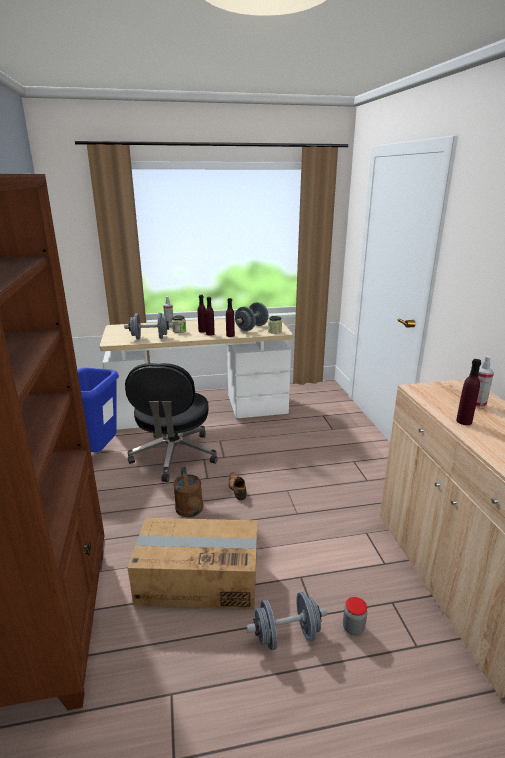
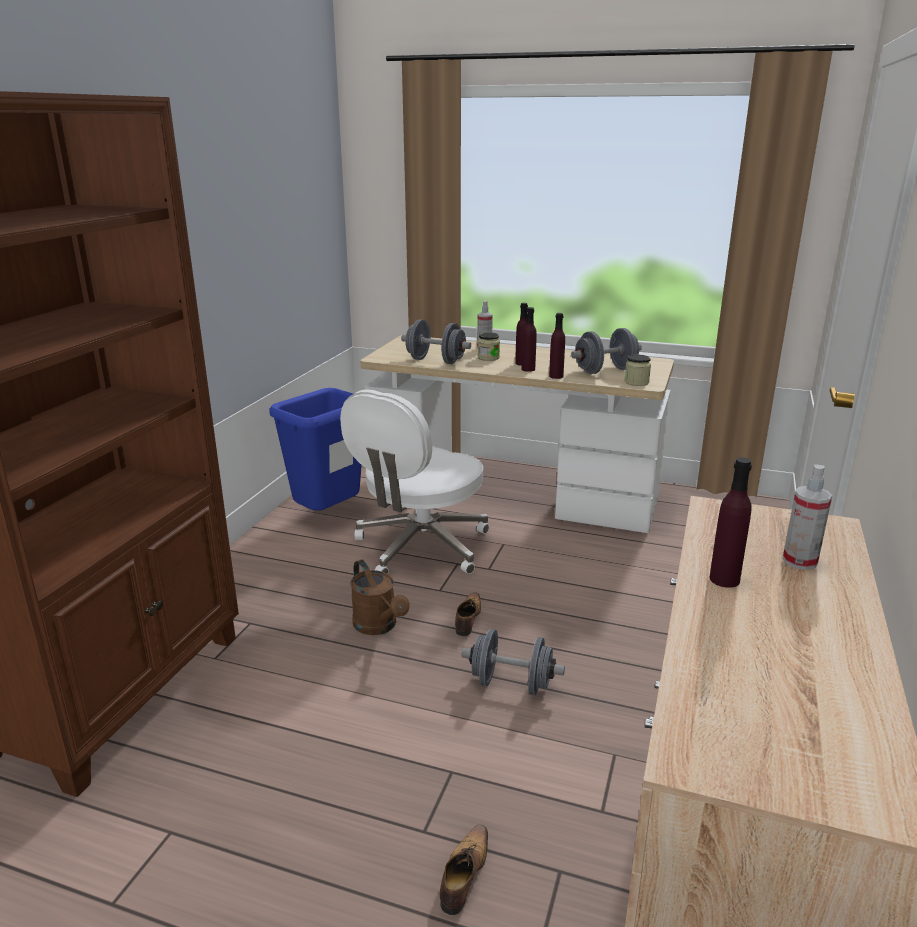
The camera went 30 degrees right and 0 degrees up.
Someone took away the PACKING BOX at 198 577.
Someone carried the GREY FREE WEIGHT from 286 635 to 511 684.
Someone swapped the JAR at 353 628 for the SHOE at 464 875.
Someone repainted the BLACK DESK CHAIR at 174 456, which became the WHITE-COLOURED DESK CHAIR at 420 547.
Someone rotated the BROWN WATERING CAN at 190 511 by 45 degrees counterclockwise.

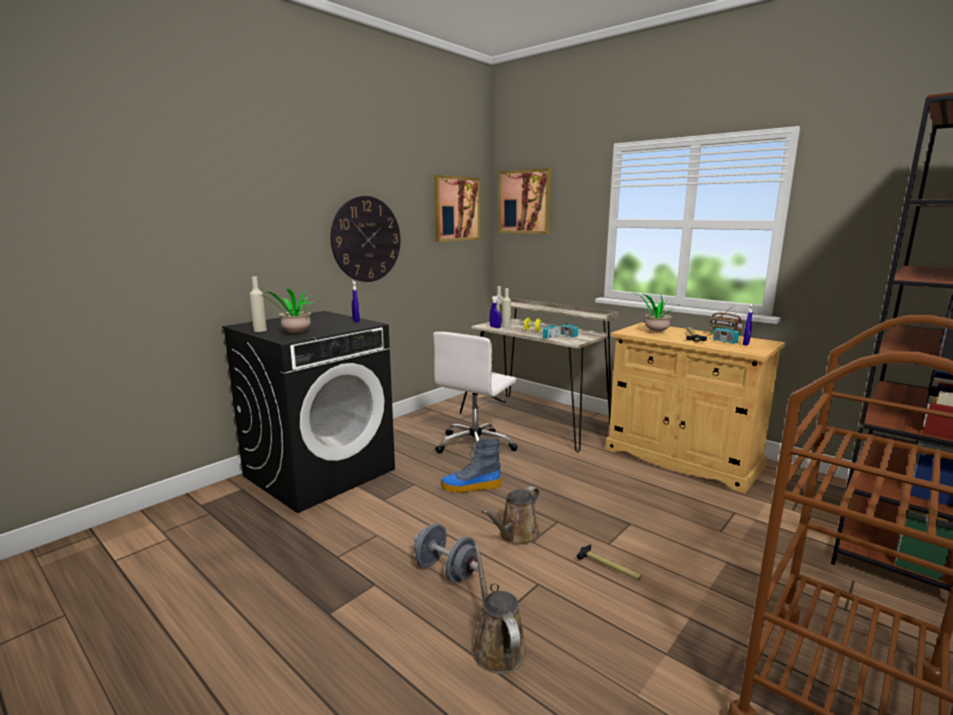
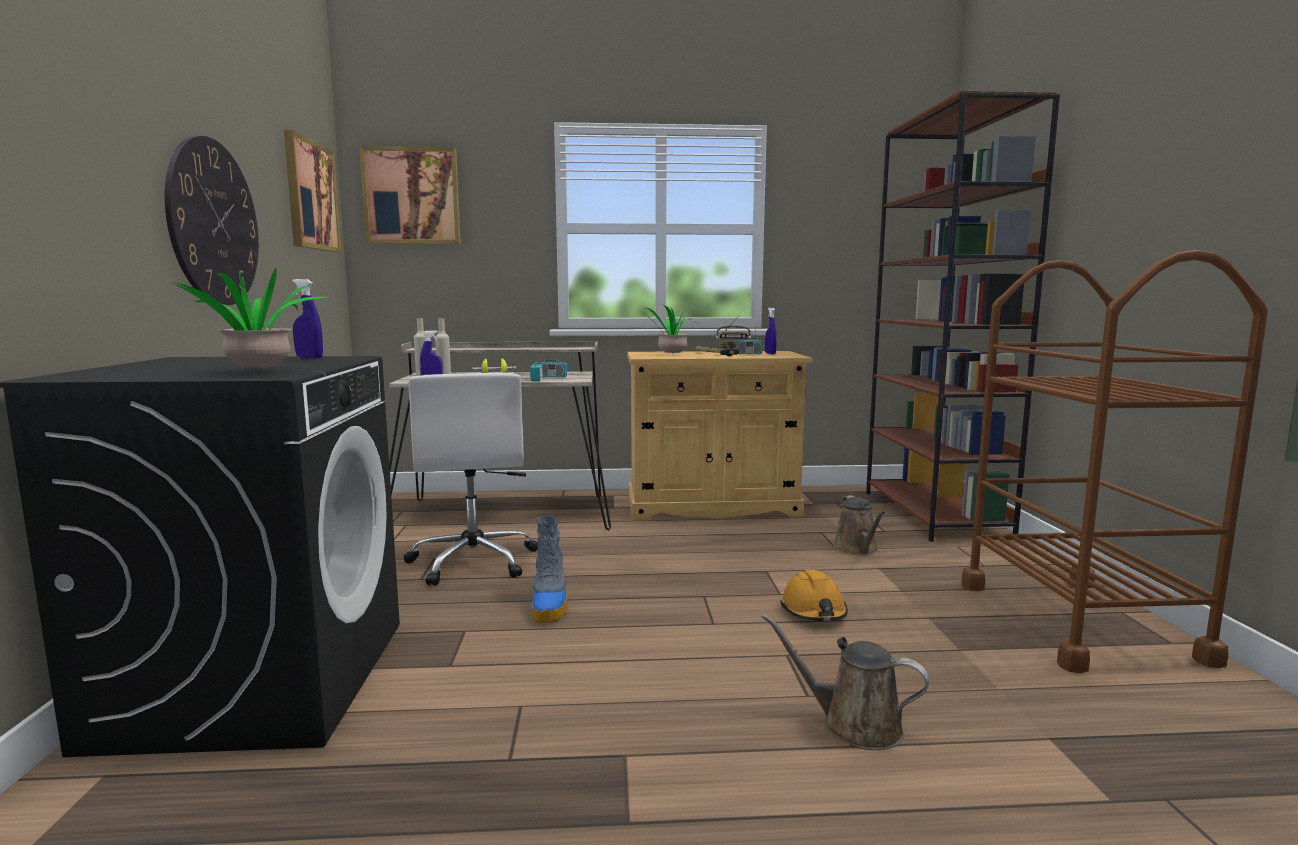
The camera went 45 degrees left and 5 degrees down.
Someone took away the BEIGE-COLOURED BOTTLE at 260 330.
Someone took away the GREY FREE WEIGHT at 446 571.
Someone carried the BROWN WATERING CAN from 516 535 to 857 549.
Someone swapped the HAND HAMMER at 609 567 for the ORANGE SAFETY HELMET at 814 611.
Someone rotated the TALL BOOT at 470 487 by 45 degrees counterclockwise.

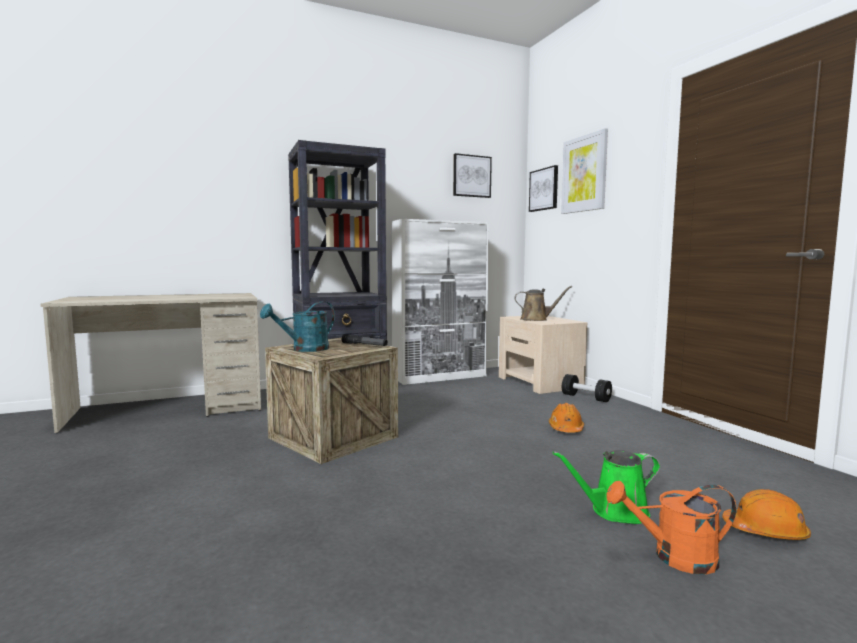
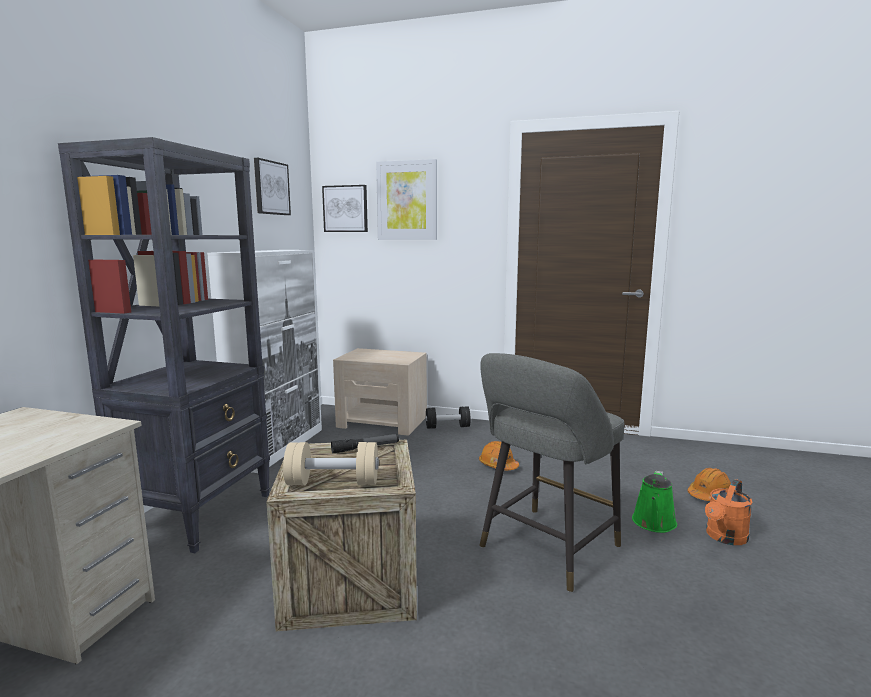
The camera went 50 degrees left and 5 degrees up.
Someone took away the BROWN WATERING CAN at 536 319.
Someone put down the GREY STOOL SEAT at 545 550.
Someone swapped the TURQUOISE WATERING CAN at 304 349 for the BEIGE-COLOURED FREE WEIGHT at 333 483.

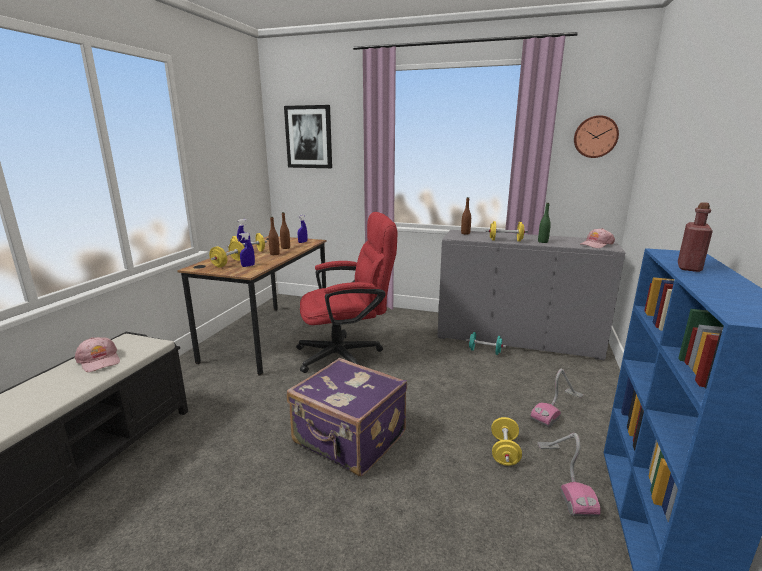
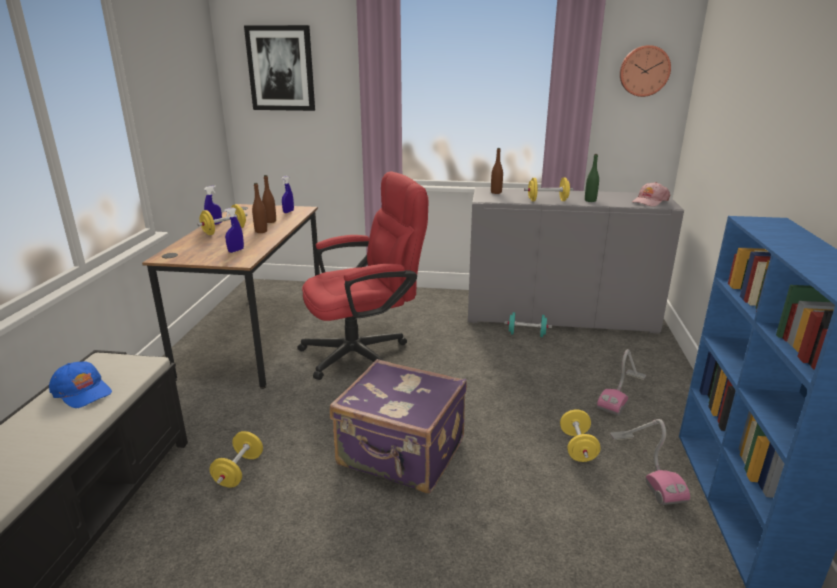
The camera went 10 degrees left and 5 degrees up.
Someone took away the RED-COLOURED BOTTLE at 689 267.
Someone carried the YELLOW-COLOURED FREE WEIGHT from 229 263 to 239 471.
Someone repainted the PINK CAP at 99 360, which became the BLUISH CAP at 82 391.

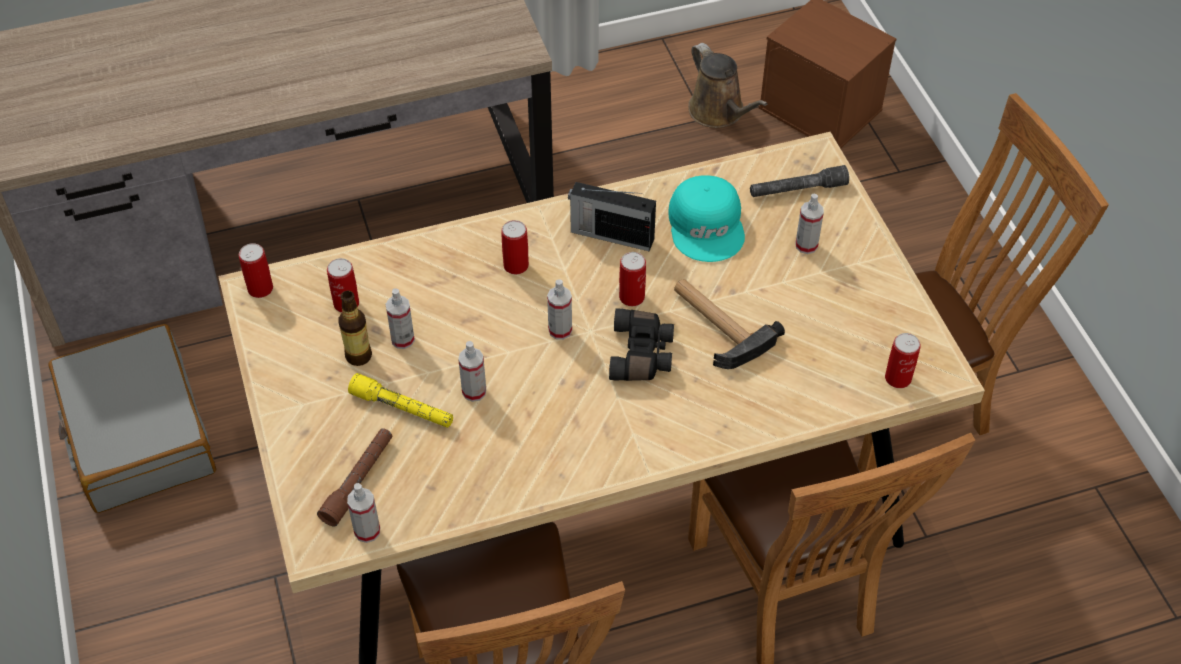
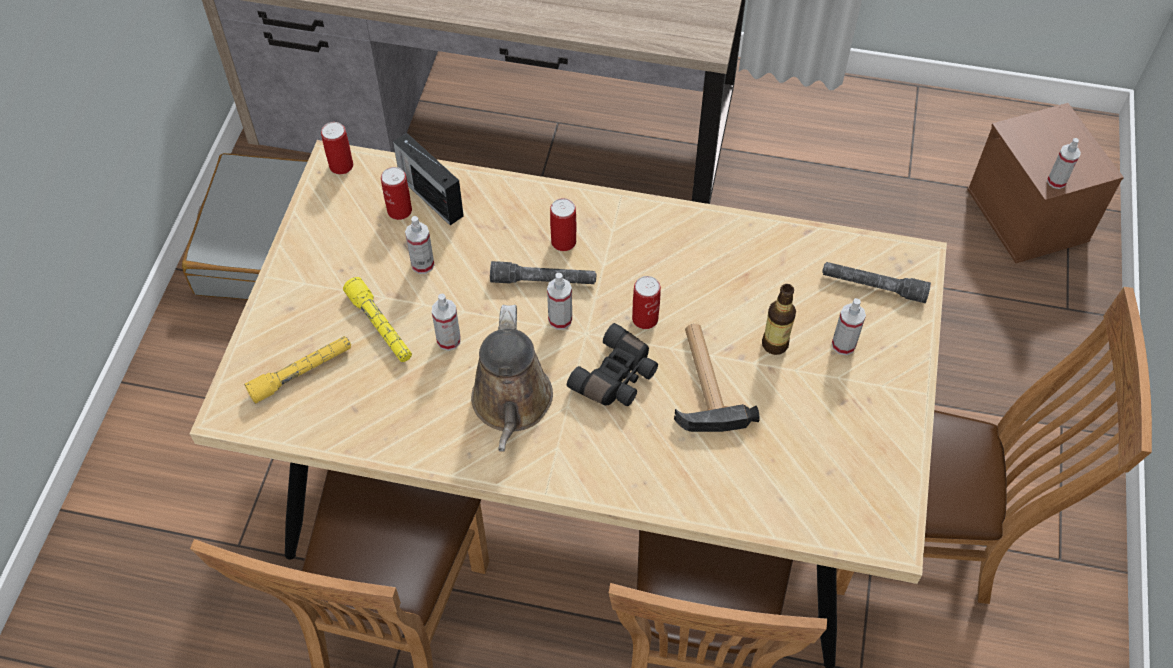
The camera went 30 degrees right and 5 degrees up.
Someone took away the TURQUOISE CAP at 707 225.
Someone took away the SEALED CAN at 898 378.
Someone put down the GREY HAND TORCH at 543 280.
Someone carried the BOTTLE from 358 356 to 775 344.
Someone carried the SPRAYER from 367 531 to 1056 181.
Someone carried the RADIO from 610 235 to 430 195.
Someone carried the BROWN WATERING CAN from 719 112 to 512 405.
Someone repainted the BROWN HAND TORCH at 359 480, which became the YELLOW-COLOURED HAND TORCH at 302 373.

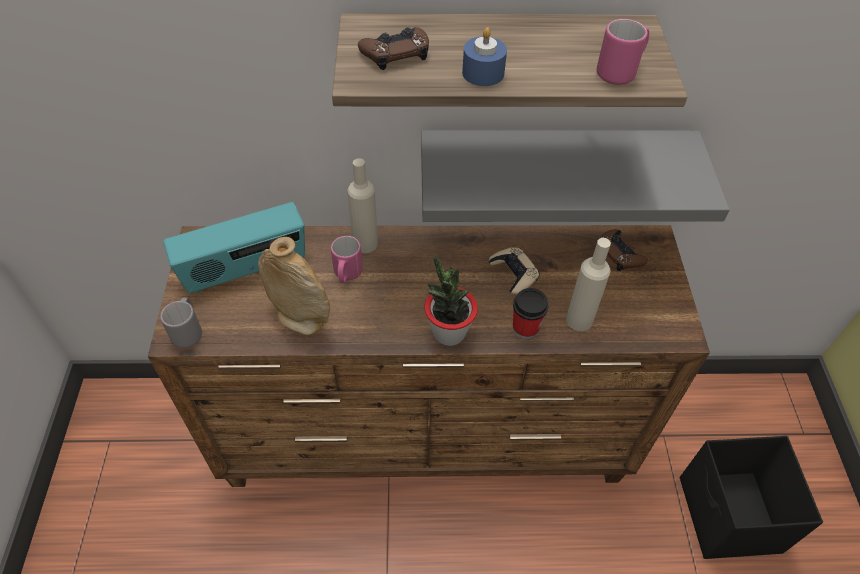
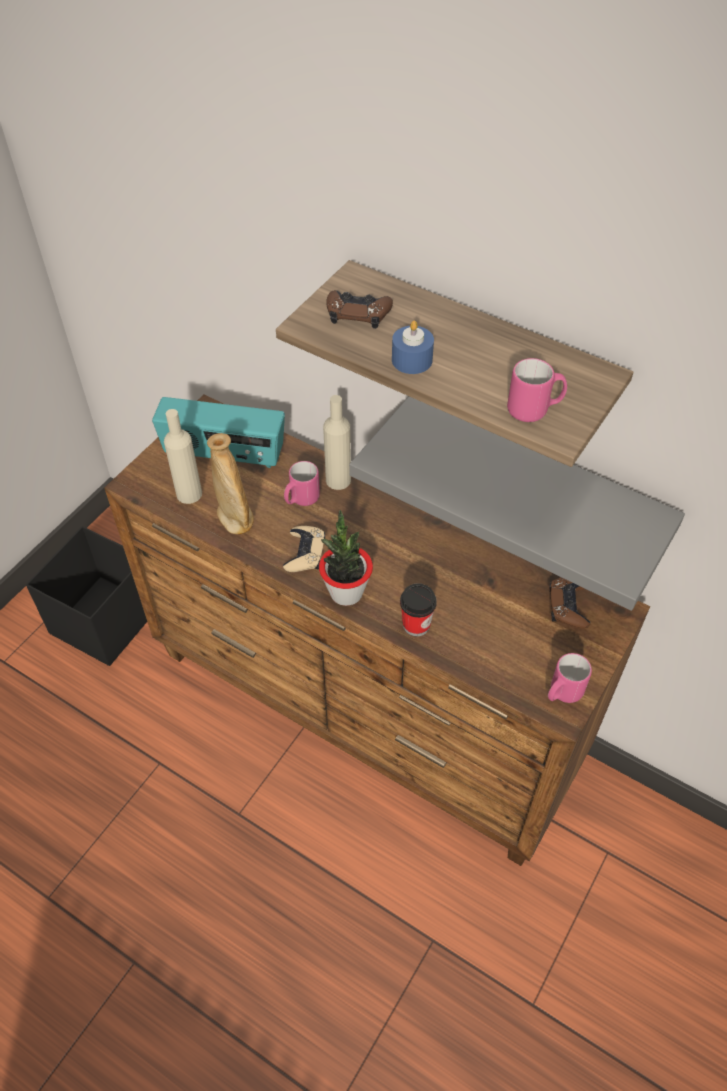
The camera went 35 degrees right and 0 degrees up.
Someone took away the GREY COFFEE MUG at 188 331.
Someone put down the PINK COFFEE MUG at 562 693.
Someone carried the BEIGE-COLOURED GAME CONTROLLER from 513 273 to 305 553.
Someone carried the BEIGE-COLOURED BOTTLE from 579 320 to 189 494.
Someone carried the BLACK STORAGE BOX from 728 516 to 103 621.

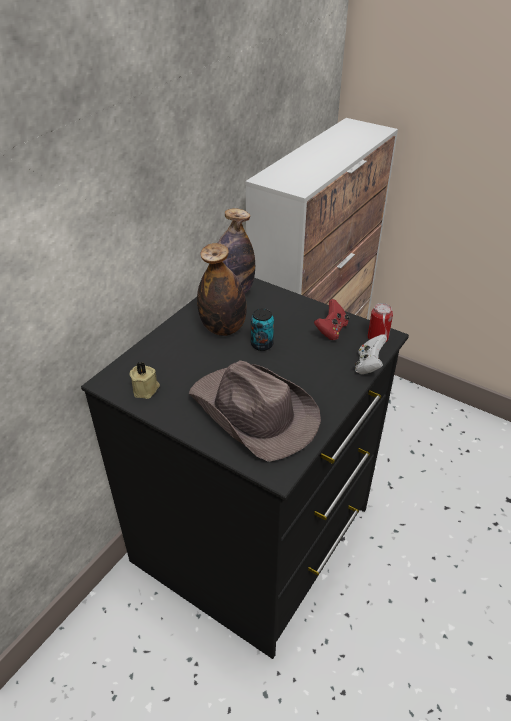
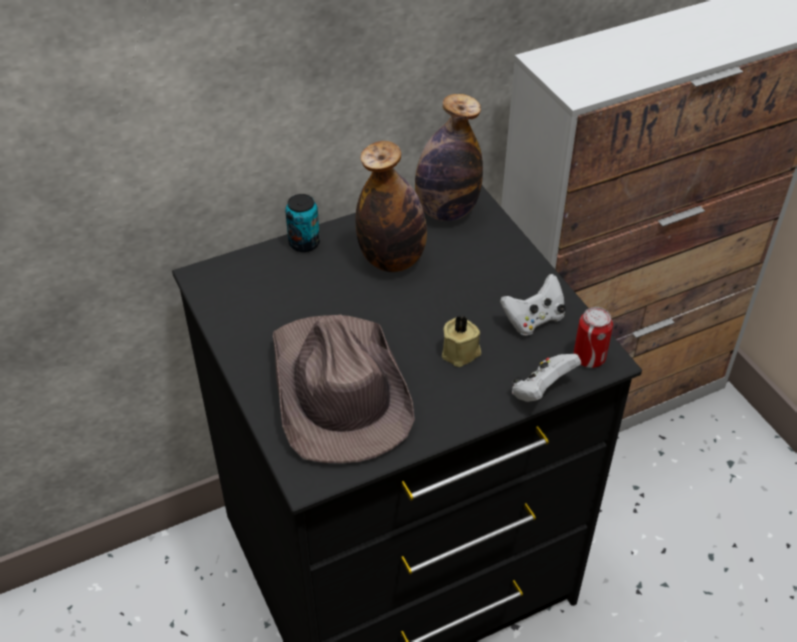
The camera went 30 degrees right and 5 degrees up.
Someone carried the BEIGE-COLOURED CANDLE from 146 389 to 461 353.
Someone carried the SEALED CAN from 262 344 to 304 243.
Someone repainted the RED-COLOURED GAME CONTROLLER at 331 330, which became the WHITE-COLOURED GAME CONTROLLER at 533 319.

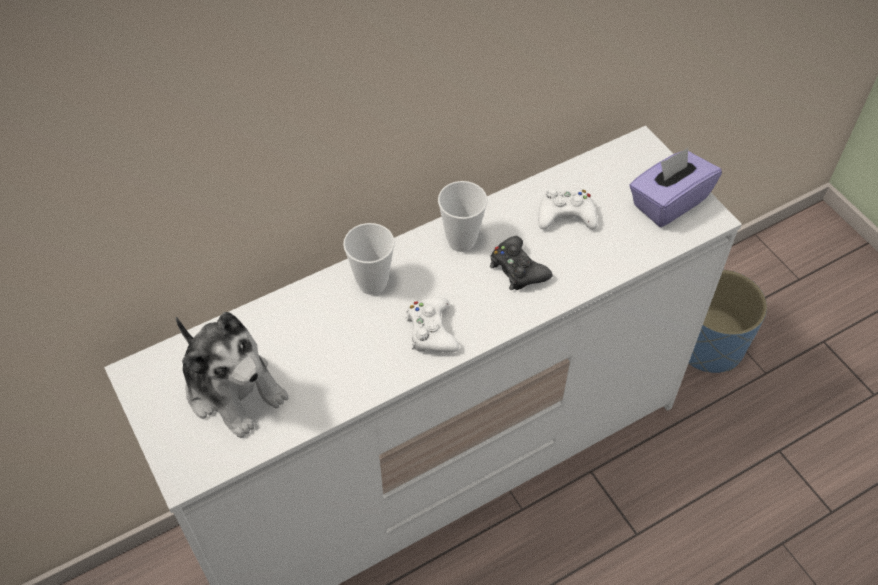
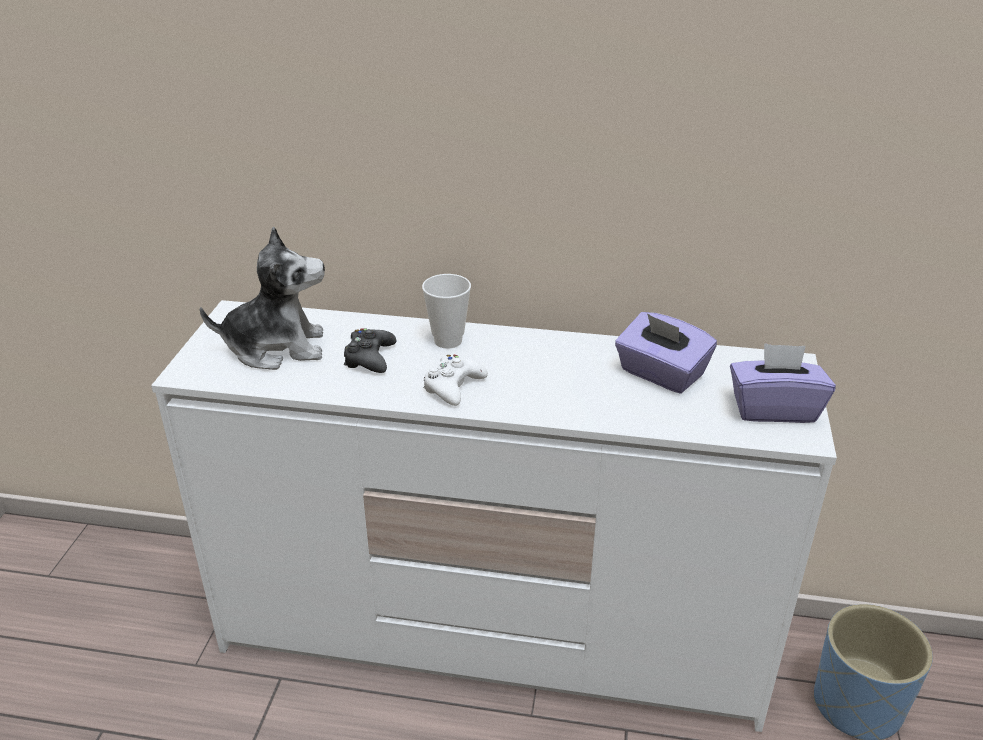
The camera went 40 degrees right and 20 degrees down.
Someone took away the DRINKING CUP at 461 241.
Someone carried the BLACK GAME CONTROLLER from 517 269 to 369 358.
Someone swapped the WHITE-COLOURED GAME CONTROLLER at 566 215 for the PURPLE-COLOURED TISSUE HOLDER at 660 374.
Someone rotated the CUDDLY TOY at 233 389 by 90 degrees counterclockwise.

